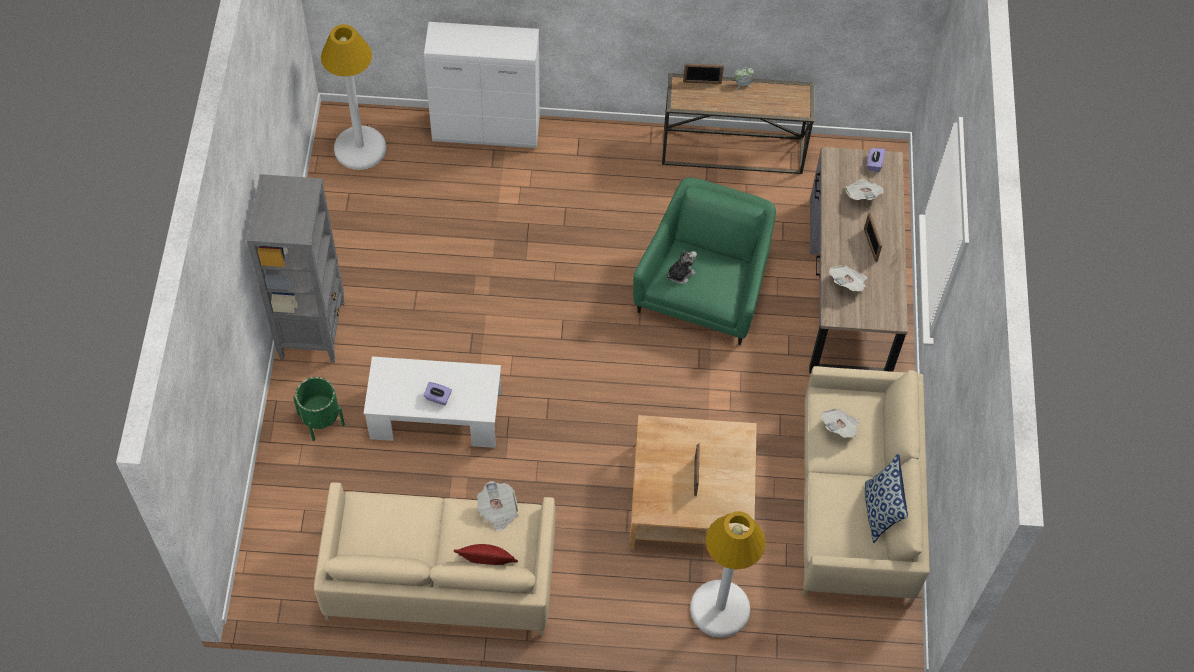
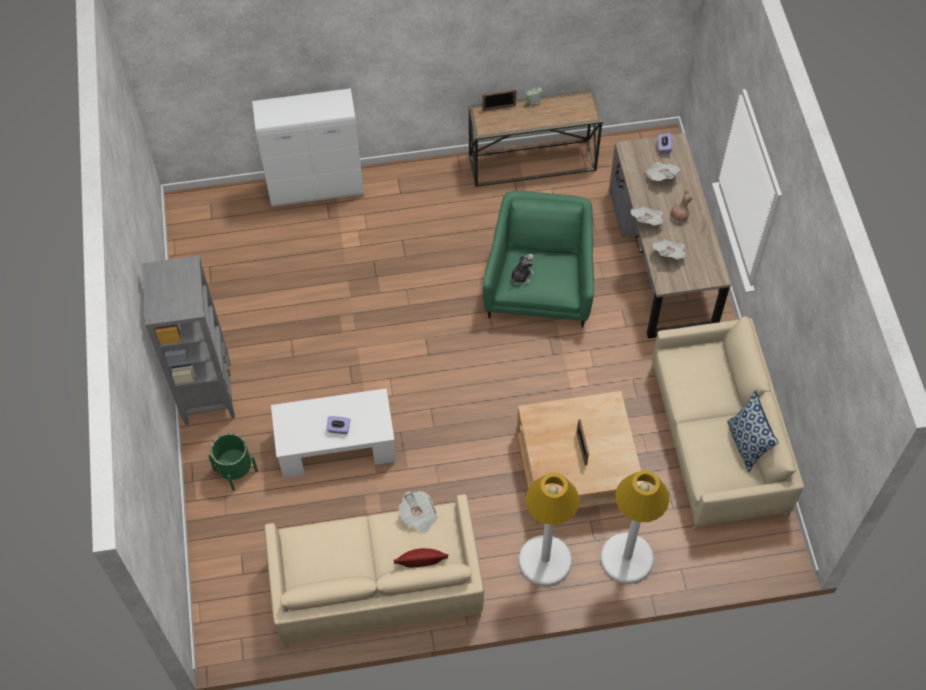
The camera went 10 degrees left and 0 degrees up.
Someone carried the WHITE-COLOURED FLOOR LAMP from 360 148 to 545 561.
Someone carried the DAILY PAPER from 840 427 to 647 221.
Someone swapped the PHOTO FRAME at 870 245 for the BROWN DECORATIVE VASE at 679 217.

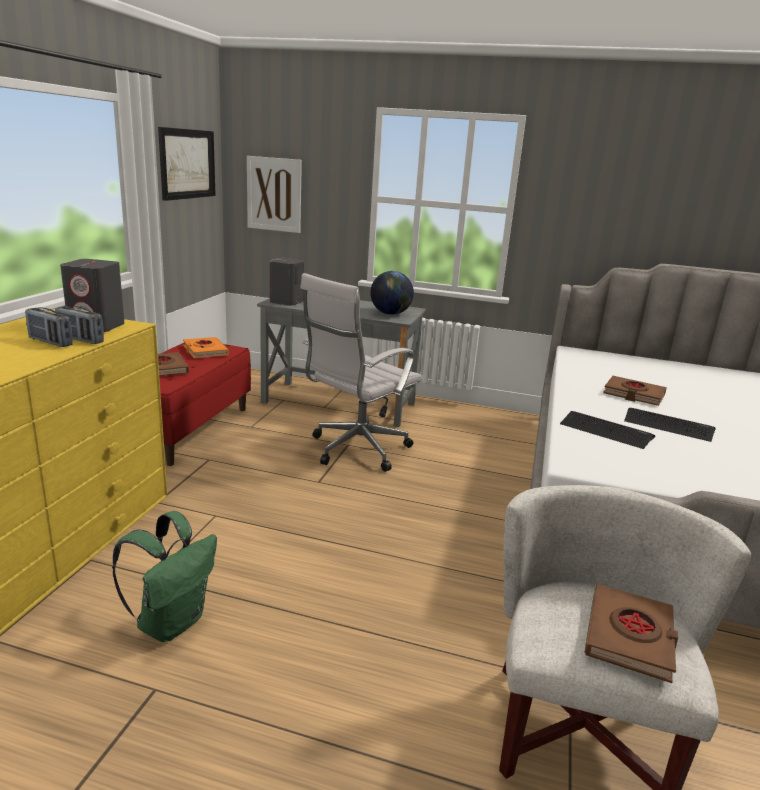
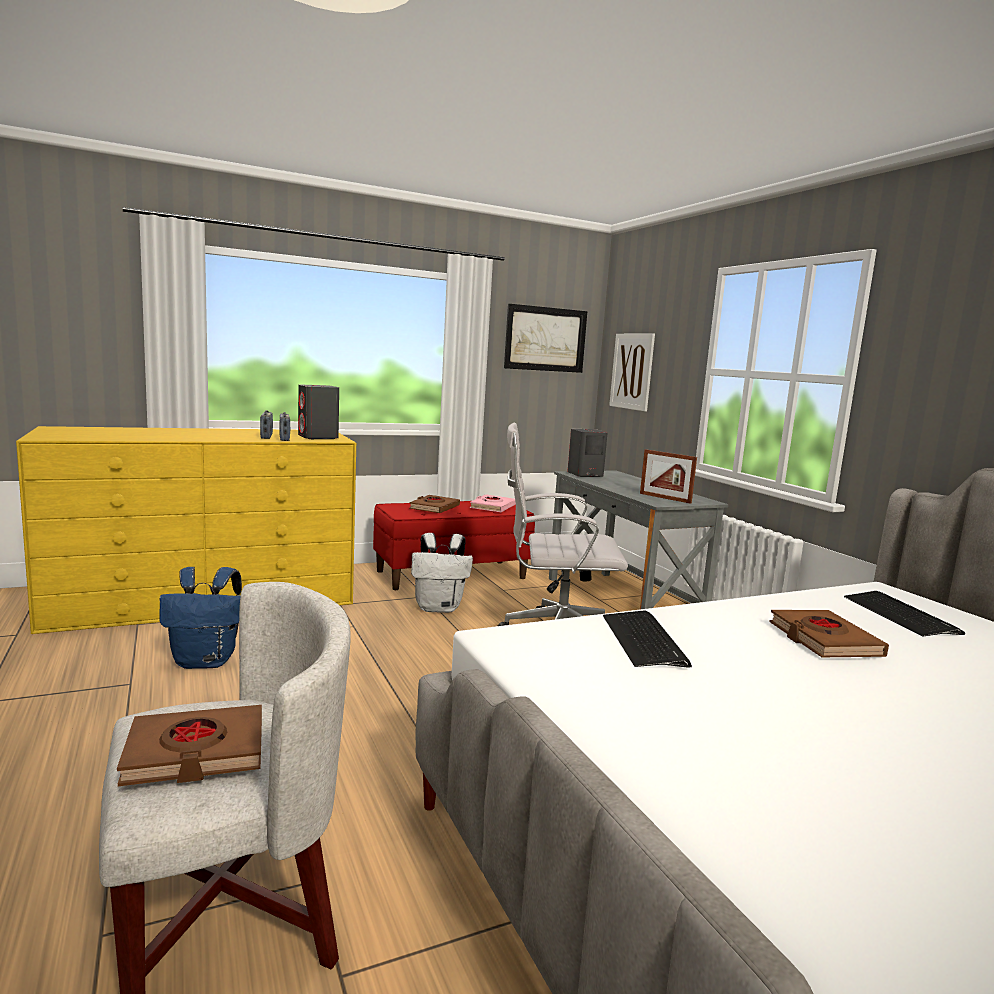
The camera went 50 degrees right and 10 degrees down.
Someone put down the WHITE-COLOURED KNAPSACK at 439 608.
Someone carried the KEYBOARD from 668 425 to 900 615.
Someone swapped the GLOBE at 390 313 for the PHOTO FRAME at 665 498.
Someone repainted the GREEN-COLOURED KNAPSACK at 172 622, which became the BLUISH KNAPSACK at 206 661.
Someone repainted the ORANGE VOLUME at 205 351, which became the PINK VOLUME at 492 507.

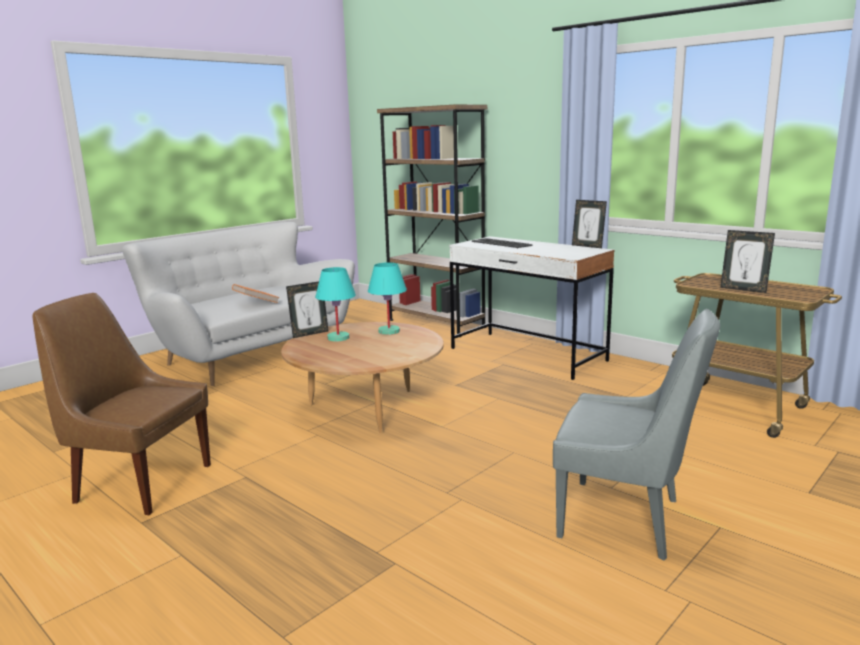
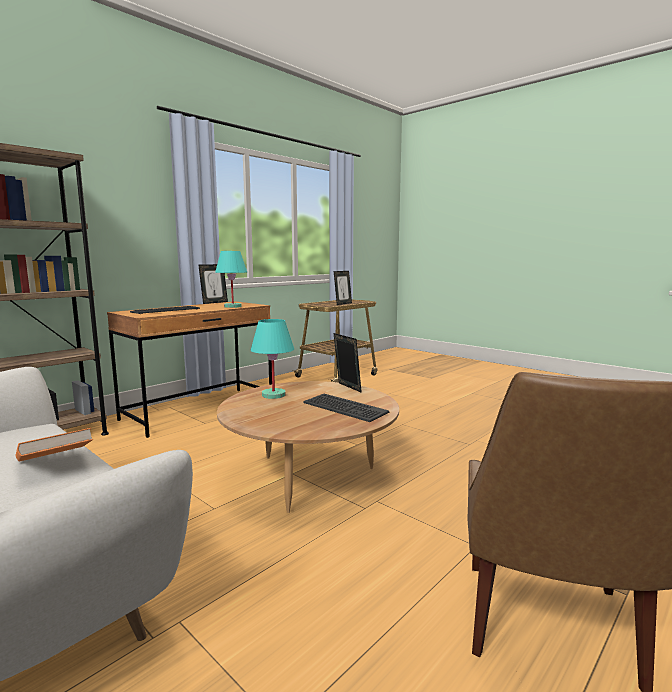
The camera went 90 degrees left and 5 degrees down.
Someone took away the GREY CHAIR at 625 519.
Someone put down the KEYBOARD at 344 408.
Someone carried the PHOTO FRAME from 309 334 to 347 388.
Someone carried the TURQUOISE LAMP FOR A TABLE from 338 338 to 232 306.
Someone repainted the WHITE-COLOURED DESK UNIT at 527 355, which became the BROWN DESK UNIT at 200 410.

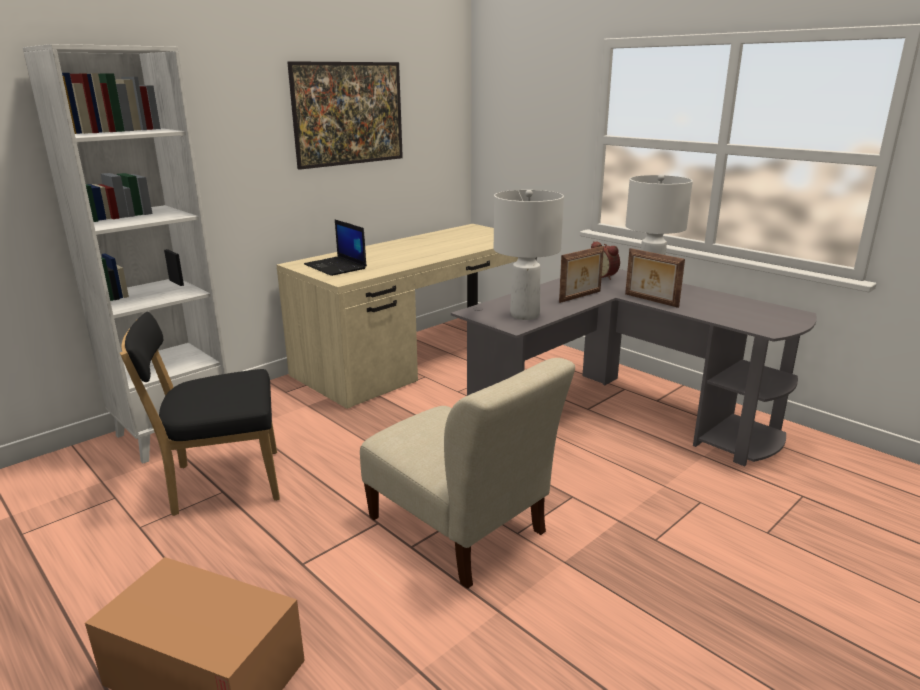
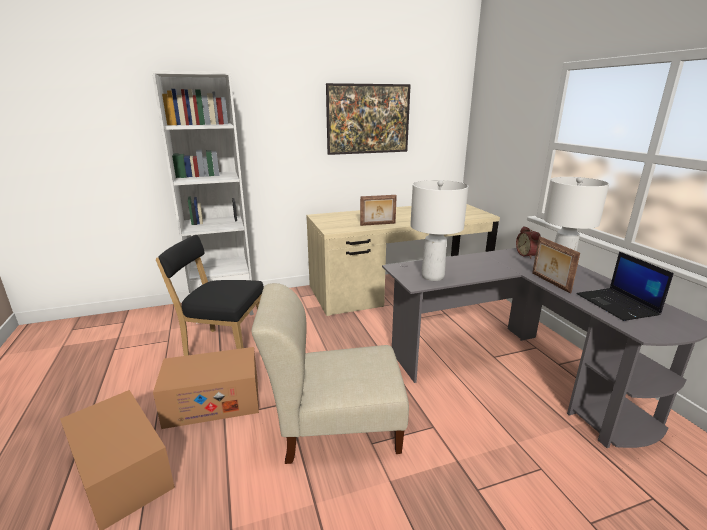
The camera went 25 degrees right and 0 degrees up.
Someone put down the PACKING BOX at 213 402.
Someone carried the NOTEBOOK COMPUTER from 336 267 to 618 305.
Someone carried the PHOTO FRAME from 581 297 to 378 224.
Someone rotated the BEIGE-COLOURED CHAIR at 460 530 by 105 degrees clockwise.

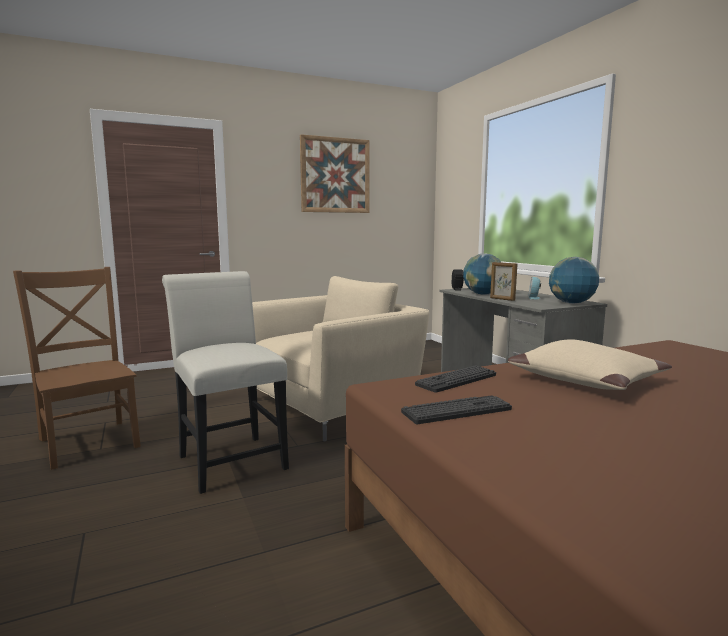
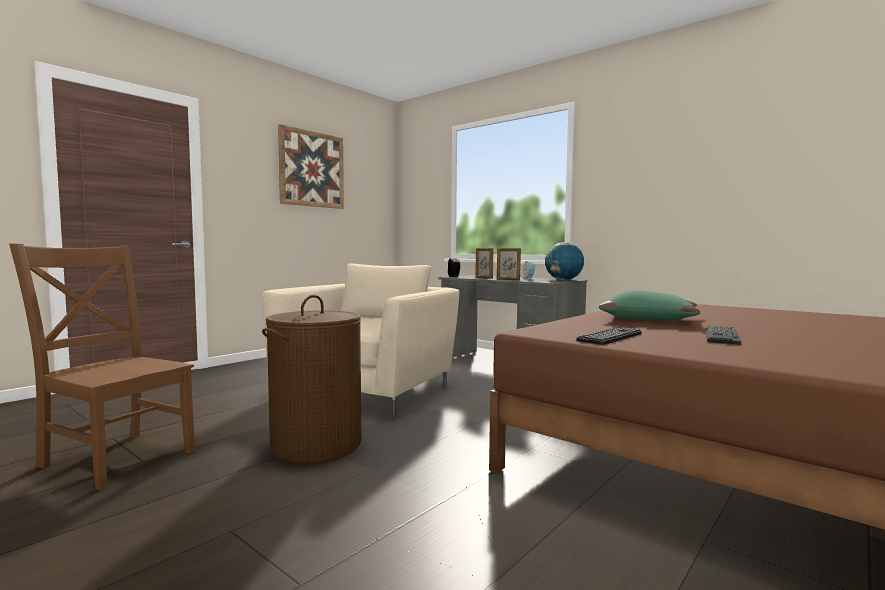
The camera went 25 degrees left and 5 degrees down.
Someone carried the KEYBOARD from 456 380 to 722 336.
Someone swapped the WHITE-COLOURED CHAIR at 229 459 for the BROWN HAMPER at 316 444.
Someone swapped the GLOBE at 483 294 for the PHOTO FRAME at 483 278.
Someone repainted the BEIGE-COLOURED CUSHION at 587 380, which became the GREEN-COLOURED CUSHION at 649 319.

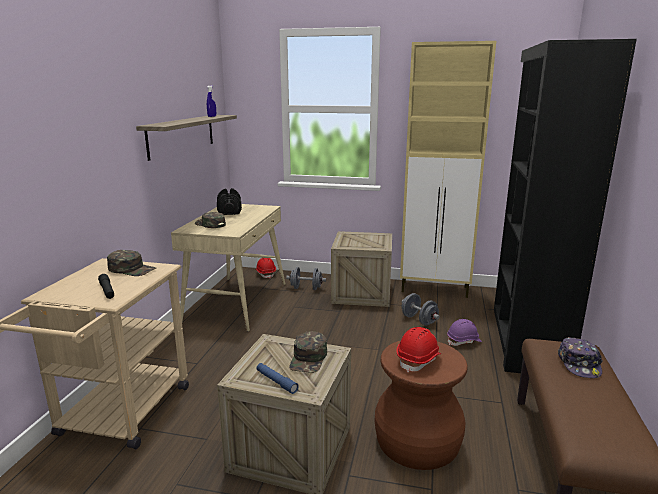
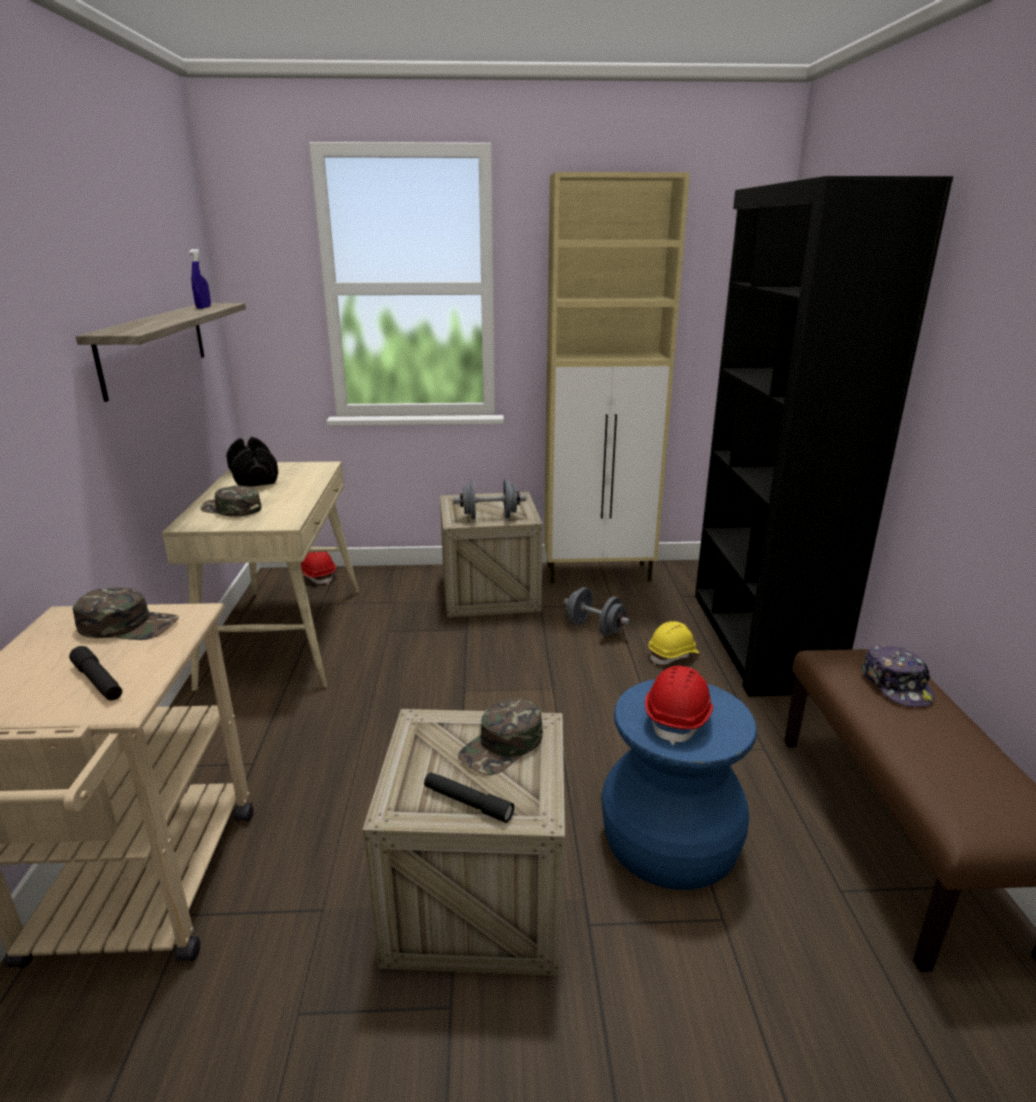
The camera went 15 degrees left and 5 degrees up.
Someone carried the GREY FREE WEIGHT from 306 288 to 490 517.
Someone repainted the BLUISH HAND TORCH at 276 381, which became the BLACK HAND TORCH at 467 803.
Someone repainted the BROWN STOOL SEAT at 417 442, which became the BLUISH STOOL SEAT at 671 841.
Someone repainted the PURPLE-COLOURED SAFETY HELMET at 464 341, which became the YELLOW-COLOURED SAFETY HELMET at 673 655.
Someone rotated the GREEN-COLOURED CAP at 309 358 by 45 degrees clockwise.

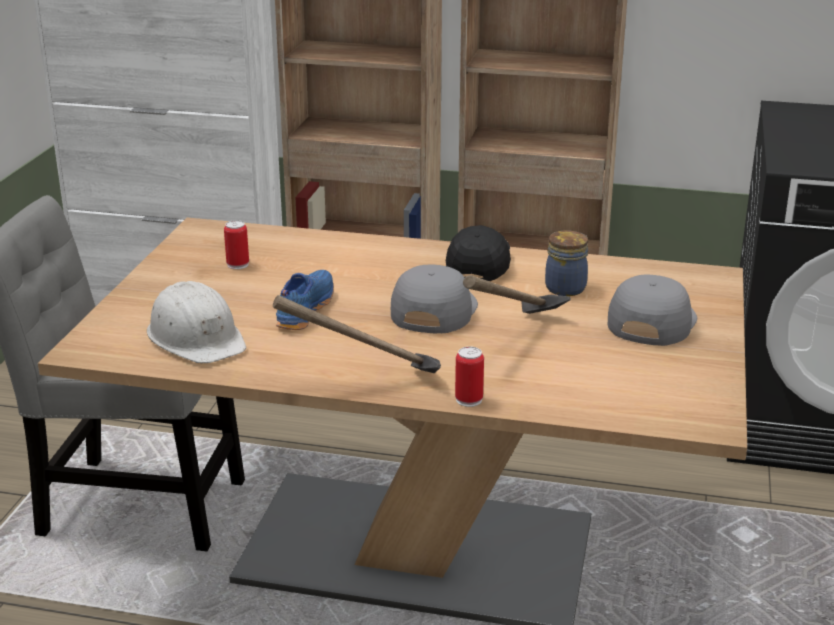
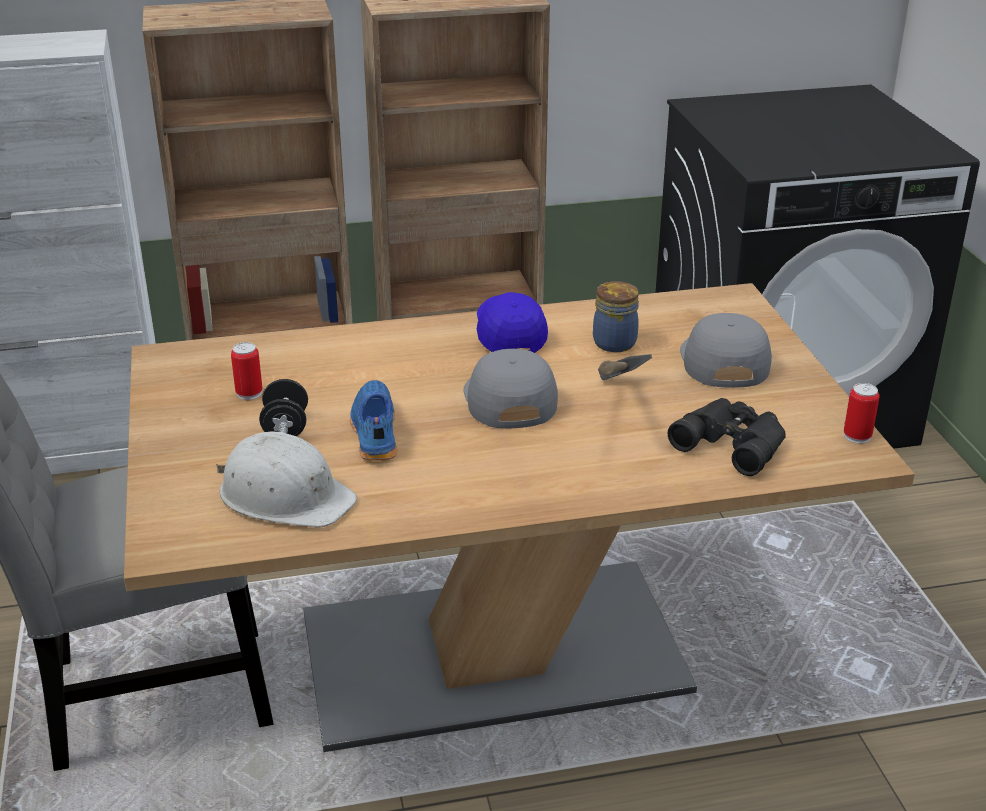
The camera went 25 degrees left and 5 degrees up.
Someone took away the HAND HAMMER at 367 385.
Someone put down the BLACK FREE WEIGHT at 286 428.
Someone put down the BLACK BINOCULARS at 733 442.
Someone carried the SEALED CAN from 469 400 to 857 436.
Someone repainted the BLACK CAP at 479 265, which became the BLUISH CAP at 509 335.

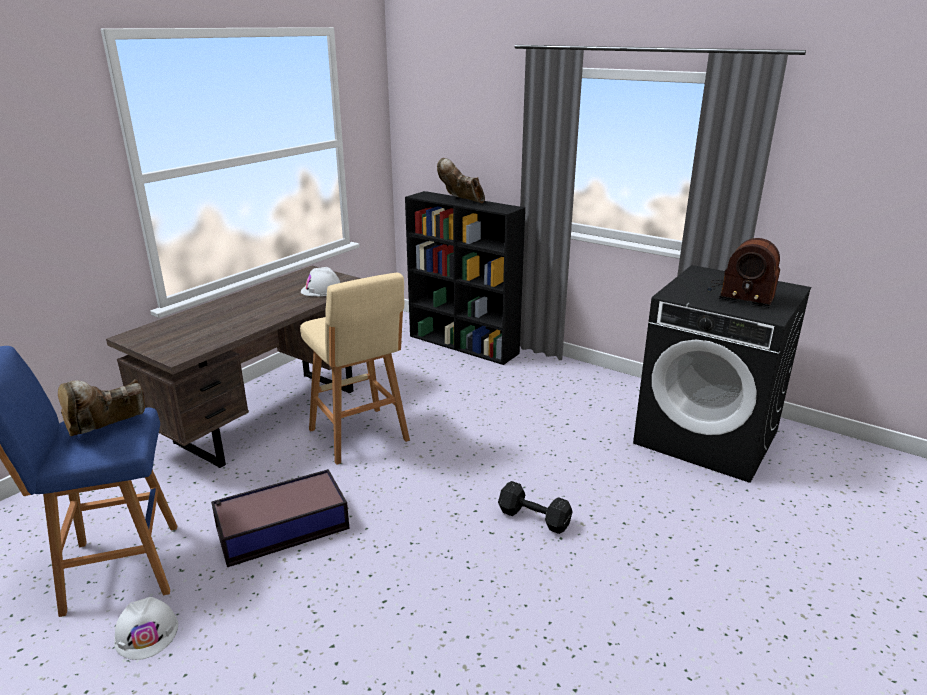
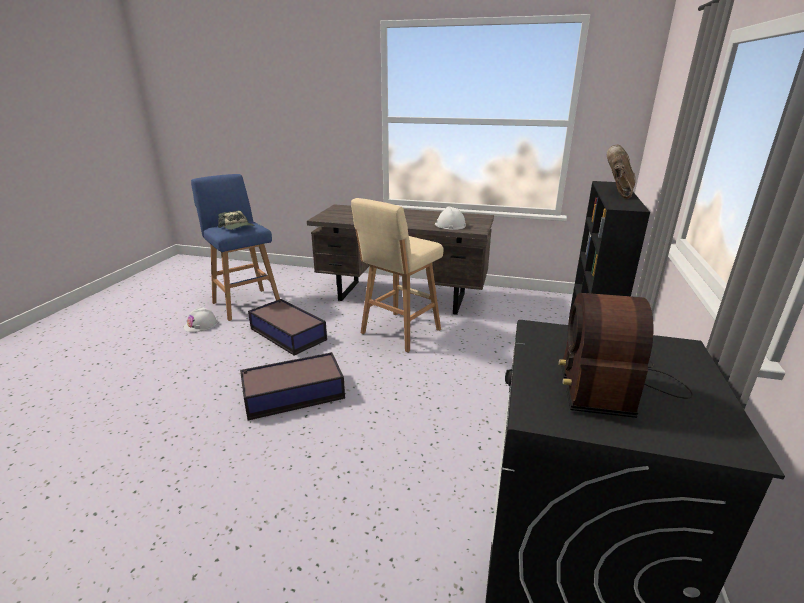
The camera went 70 degrees right and 0 degrees up.
Someone took away the BLACK FREE WEIGHT at 535 519.
Someone put down the STORAGE BOX at 292 394.
Someone swapped the BROWN TALL BOOT at 107 431 for the CAP at 237 227.

